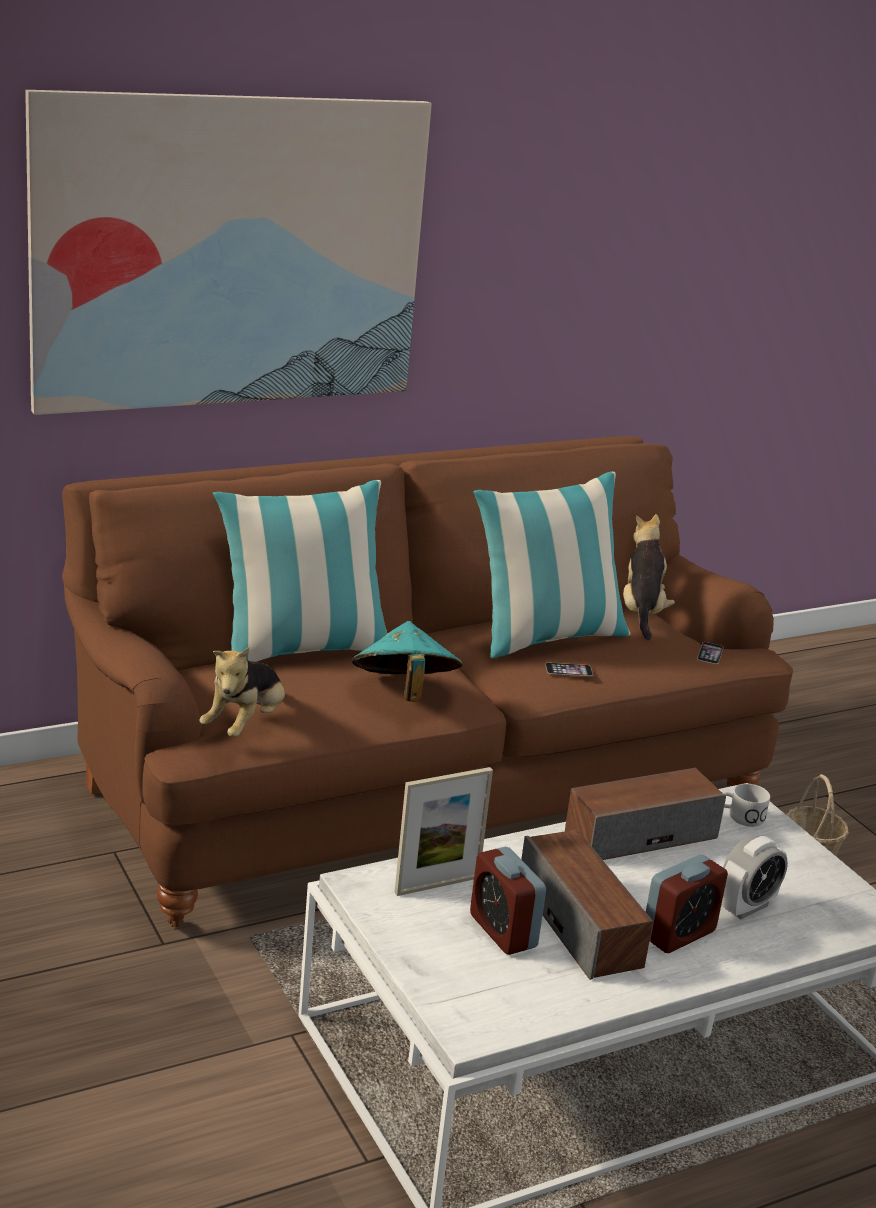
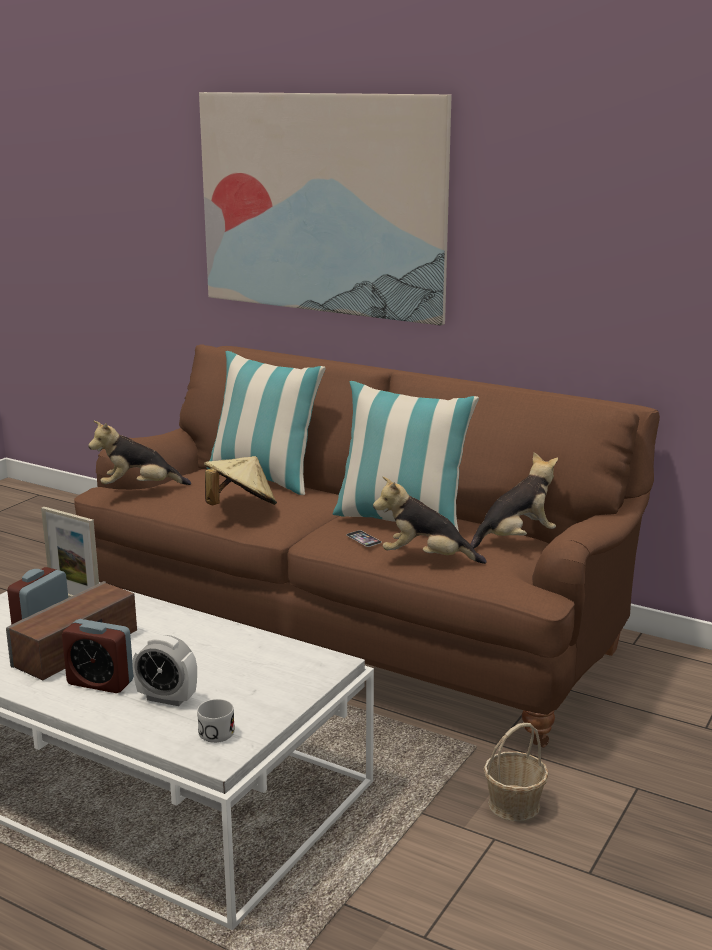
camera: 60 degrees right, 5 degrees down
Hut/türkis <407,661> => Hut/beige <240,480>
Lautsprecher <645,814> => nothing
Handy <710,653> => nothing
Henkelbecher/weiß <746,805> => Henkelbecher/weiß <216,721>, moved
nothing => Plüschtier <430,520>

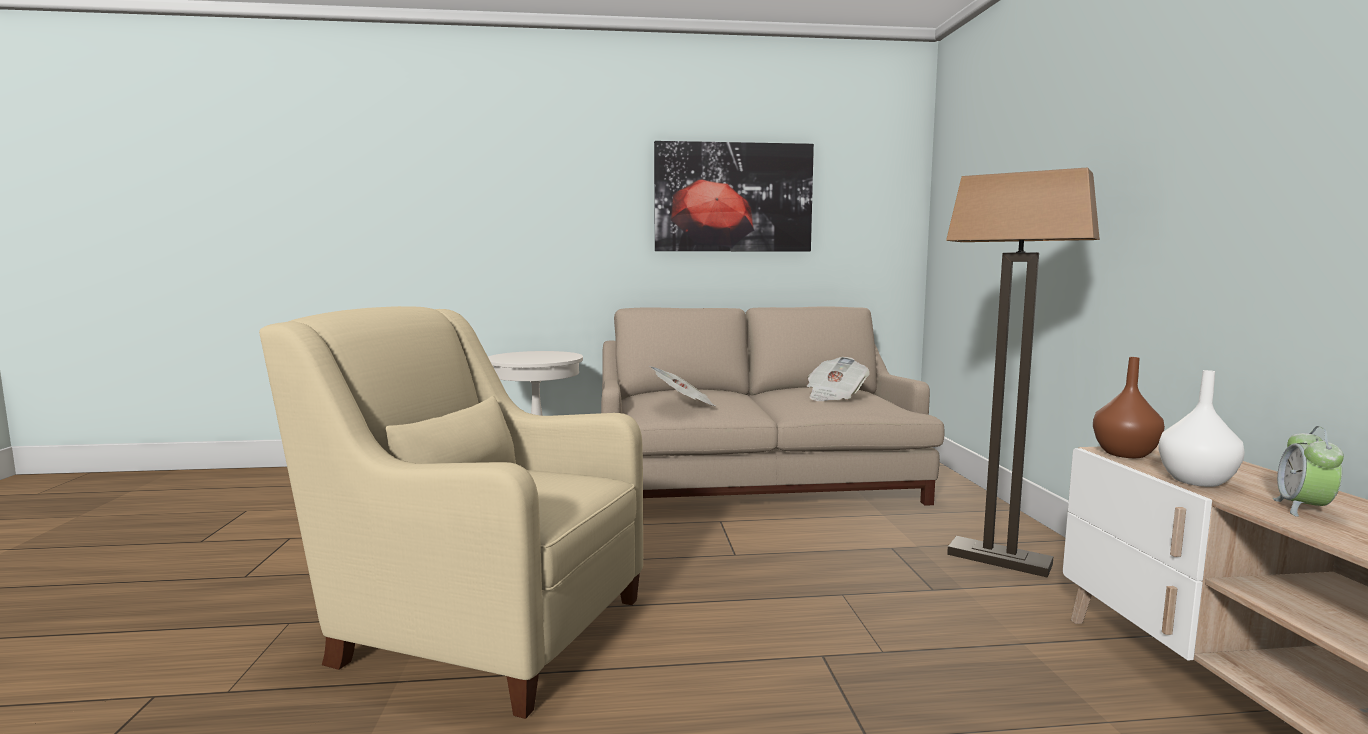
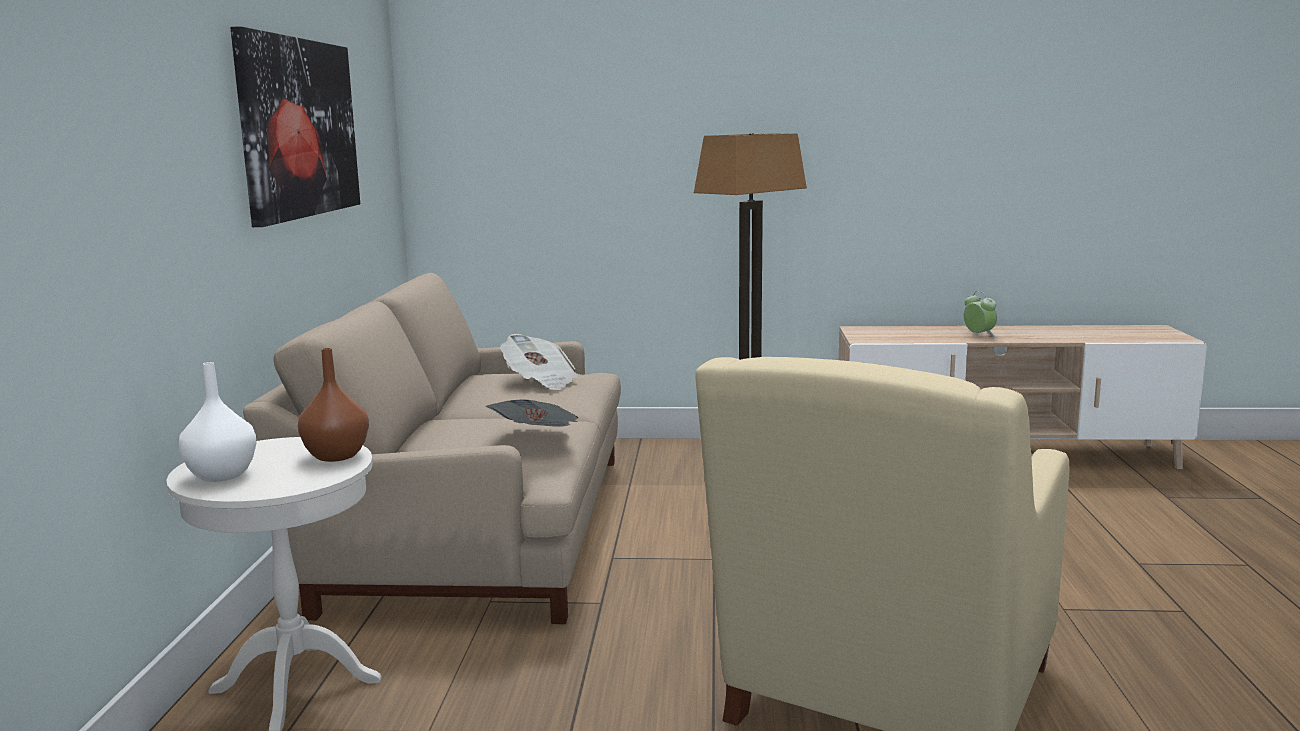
camera: 80 degrees left, 5 degrees up
Vase/braun <1129,407> => Vase/braun <333,405>, moved
Vase/weiß <1201,428> => Vase/weiß <217,422>, moved
Wecker <1308,471> => Wecker <980,314>, 150 degrees counterclockwise

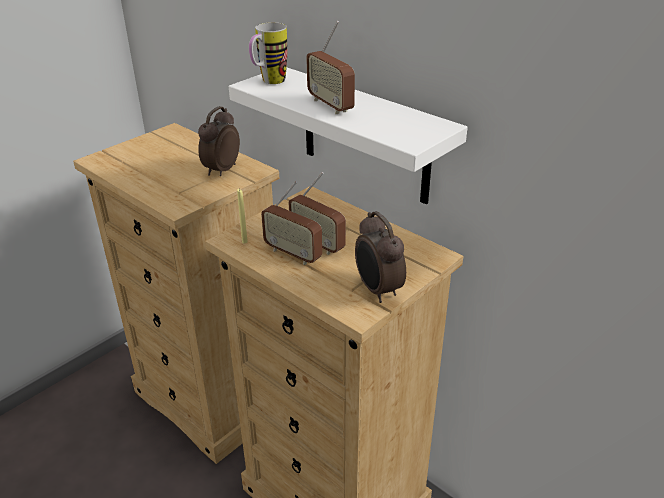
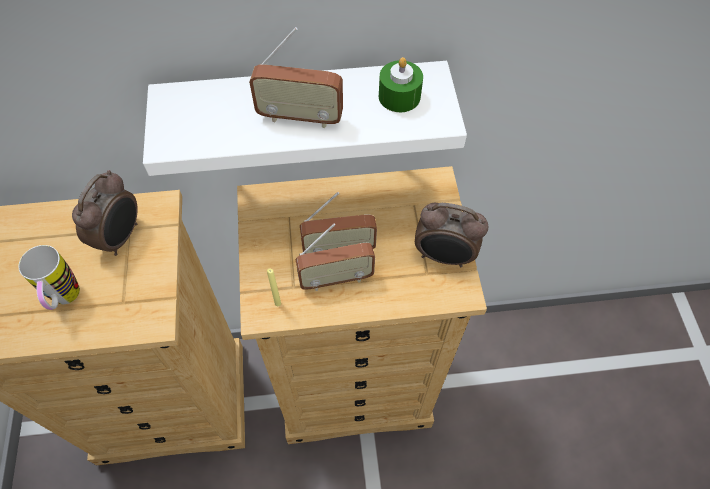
camera: 50 degrees left, 25 degrees up
Wecker <219,141> => Wecker <105,213>, 135 degrees counterclockwise
Henkelbecher <268,53> => Henkelbecher <49,277>, moved
nothing => Kerze/grün <401,84>

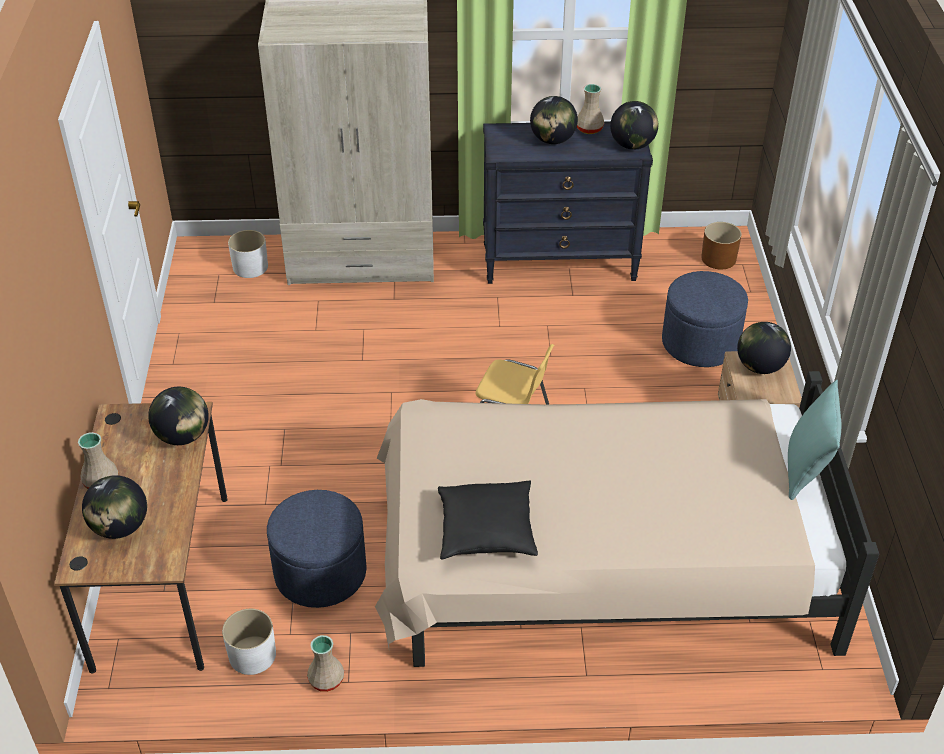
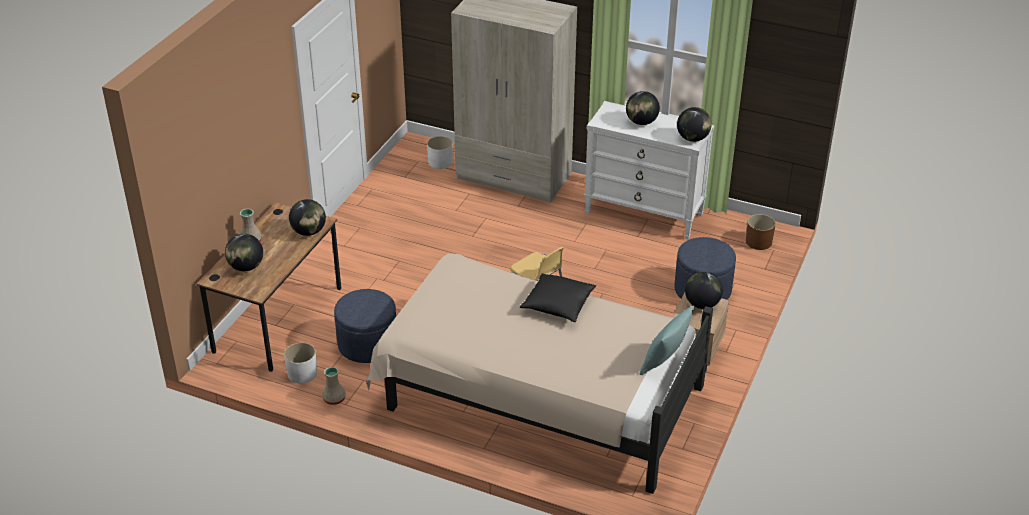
camera: 25 degrees right, 5 degrees down
Kissen/schwarz <488,520> => Kissen/schwarz <558,297>, moved
Kommode/schwarz <568,202> => Kommode/weiß <649,170>
Vase/beige <590,109> => nothing

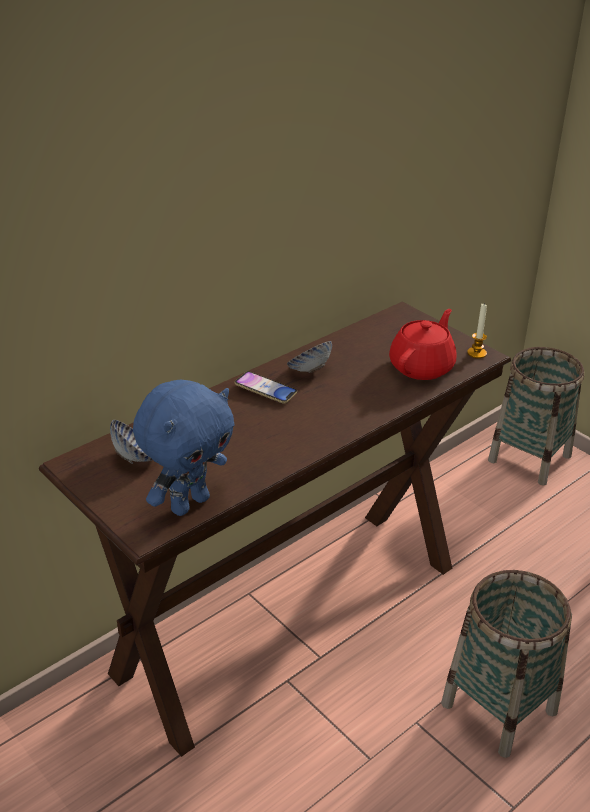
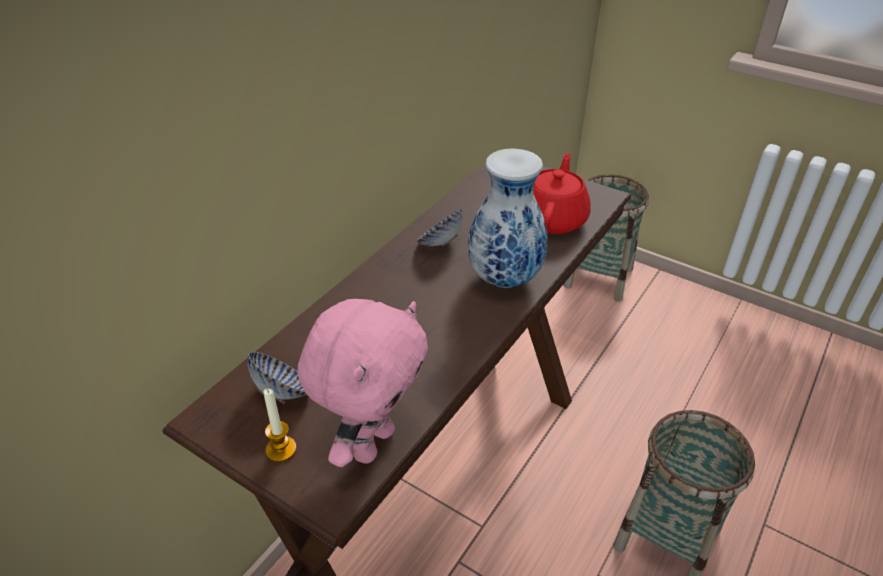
camera: 15 degrees left, 5 degrees up
Plüschtier/blau <184,447> => Plüschtier/rosa <362,383>
Handy <265,387> => nothing
Kerze <477,331> => Kerze <279,425>, moved
nothing => Vase <508,218>

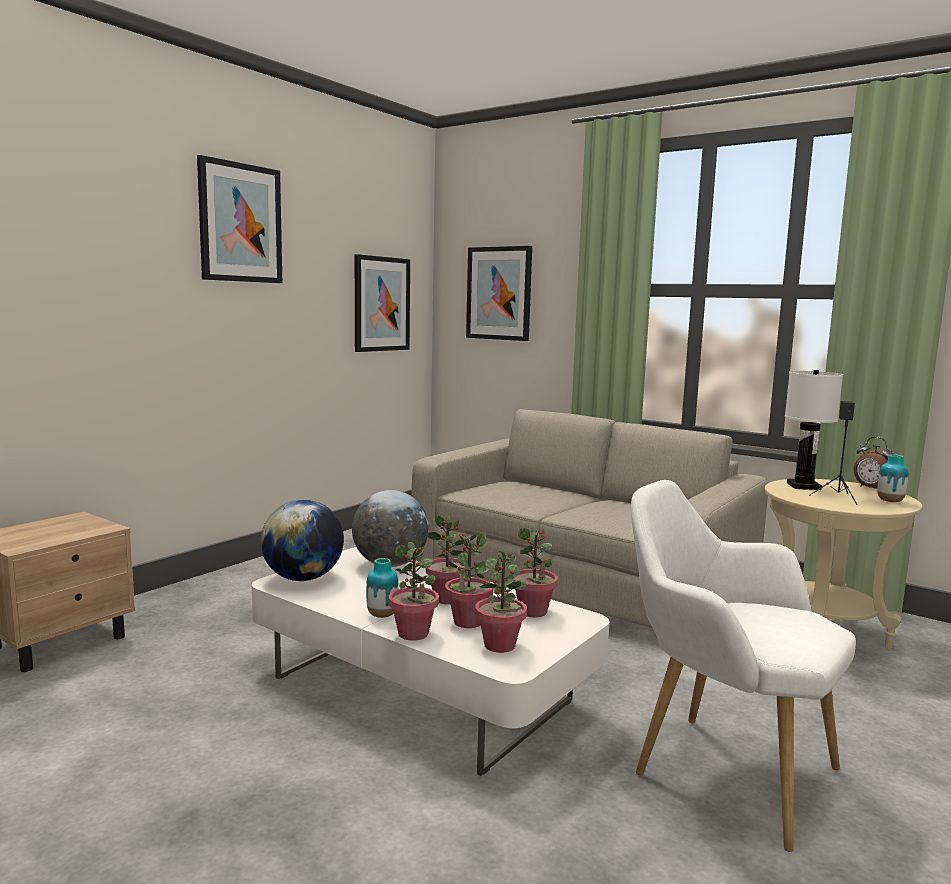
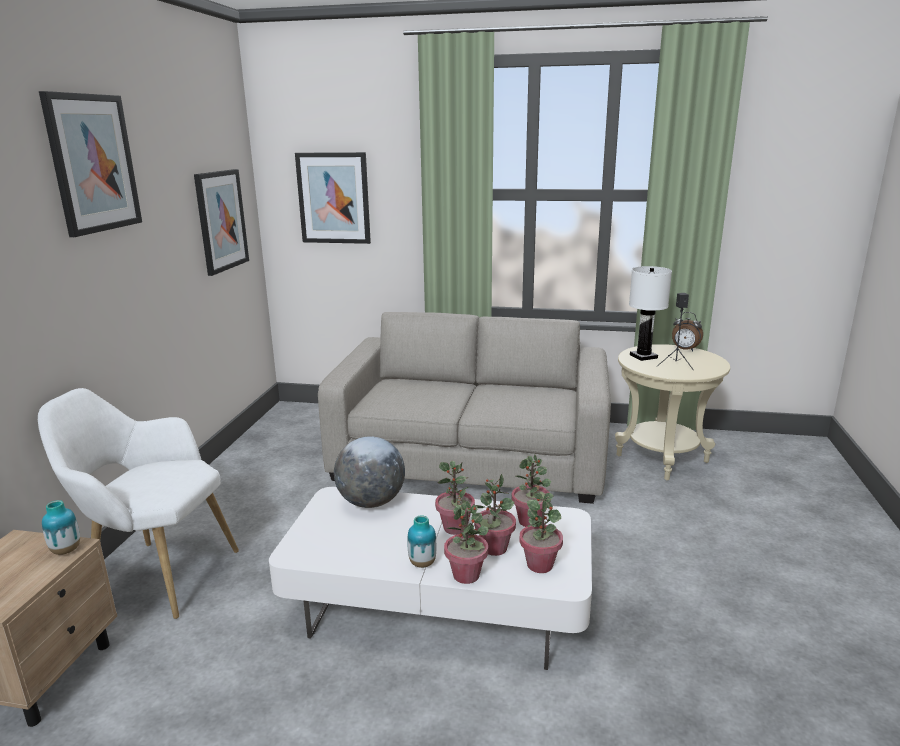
camera: 25 degrees left, 10 degrees up
Globus <302,540> => nothing
Sessel/weiß <743,666> => Sessel/weiß <138,503>, moved
Vase <893,478> => Vase <61,527>, moved

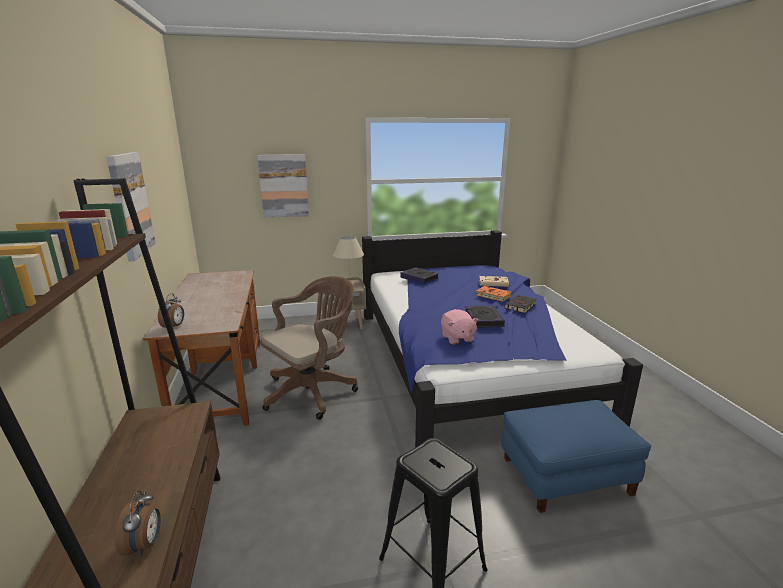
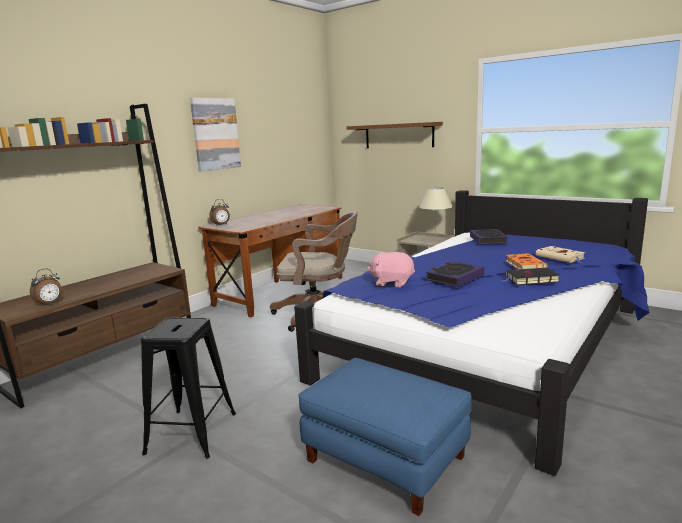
camera: 50 degrees right, 5 degrees down
Bild <283,186> => Wandregal/braun <394,135>
Plüschtier/rosa <460,327> => Plüschtier/rosa <391,269>, 75 degrees clockwise

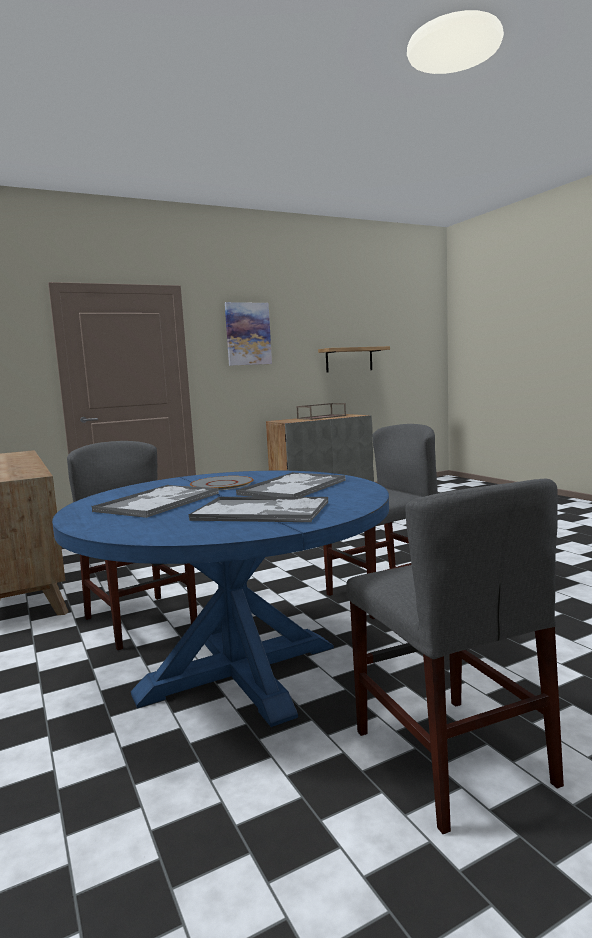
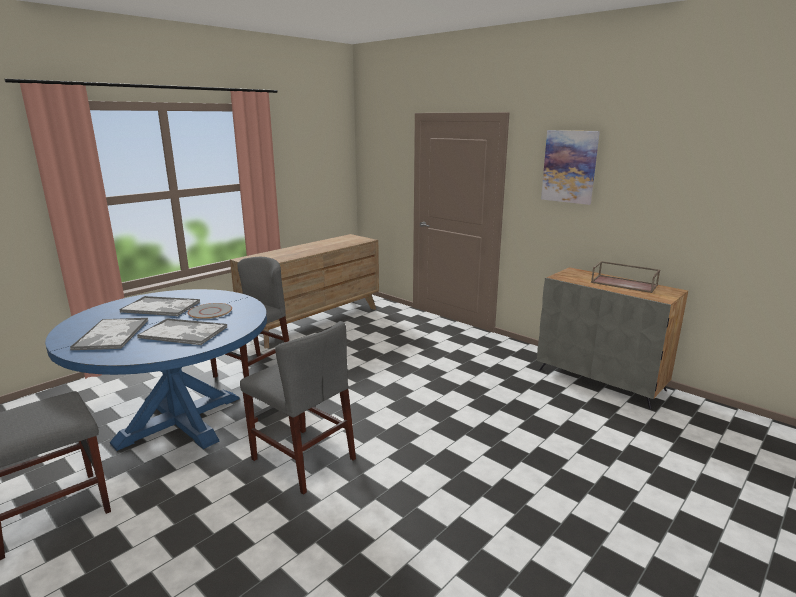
camera: 70 degrees right, 10 degrees up
Wandregal <354,359> => nothing

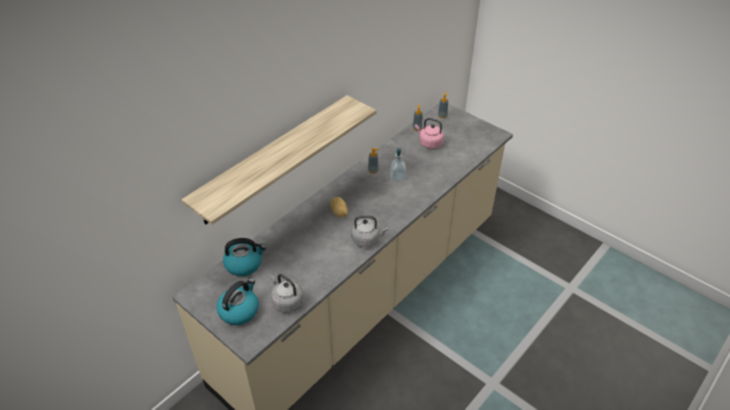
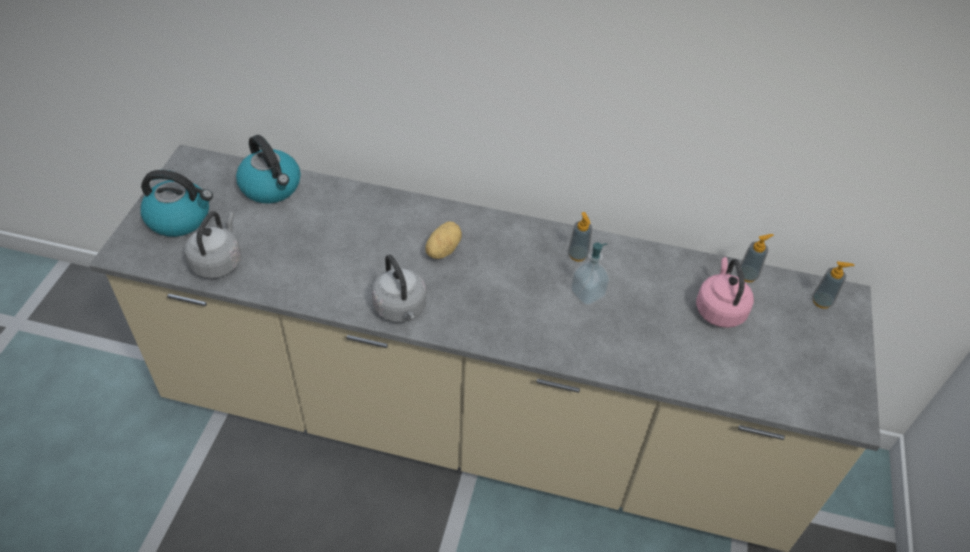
camera: 60 degrees right, 5 degrees up
Wandregal <279,160> => nothing

